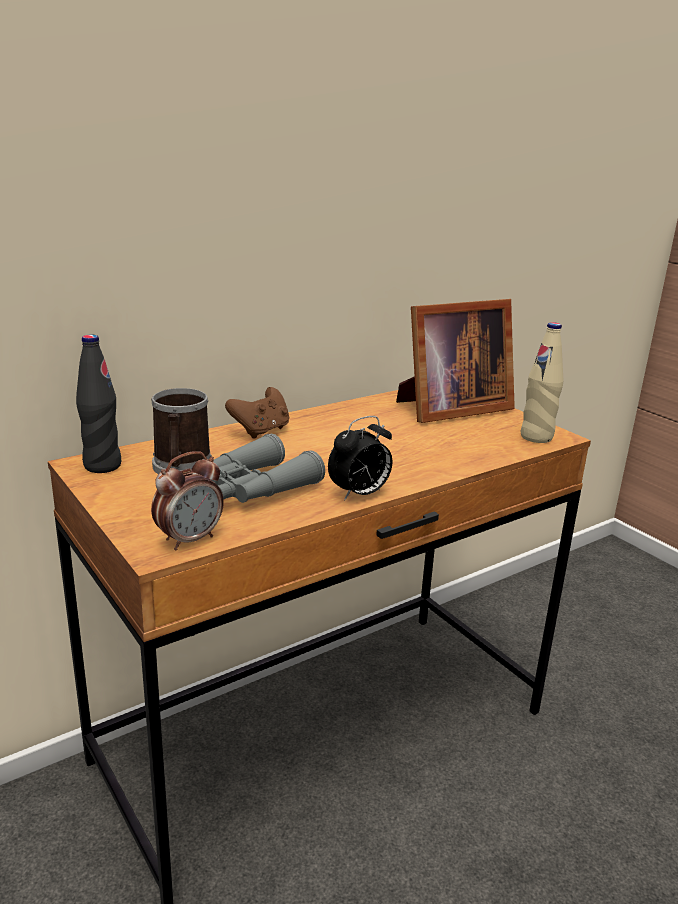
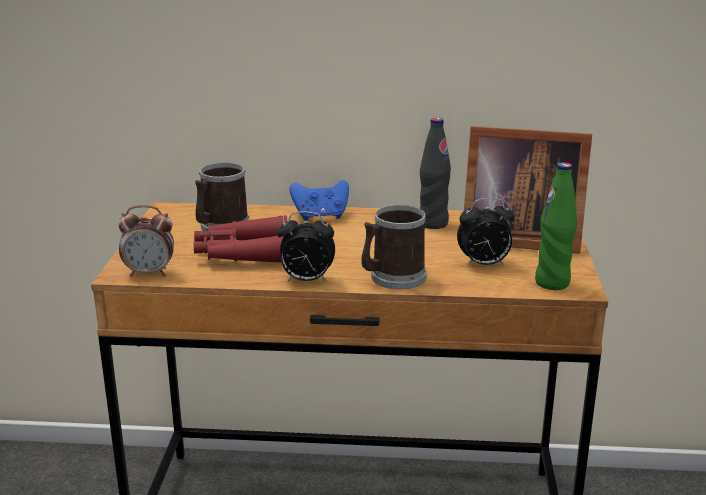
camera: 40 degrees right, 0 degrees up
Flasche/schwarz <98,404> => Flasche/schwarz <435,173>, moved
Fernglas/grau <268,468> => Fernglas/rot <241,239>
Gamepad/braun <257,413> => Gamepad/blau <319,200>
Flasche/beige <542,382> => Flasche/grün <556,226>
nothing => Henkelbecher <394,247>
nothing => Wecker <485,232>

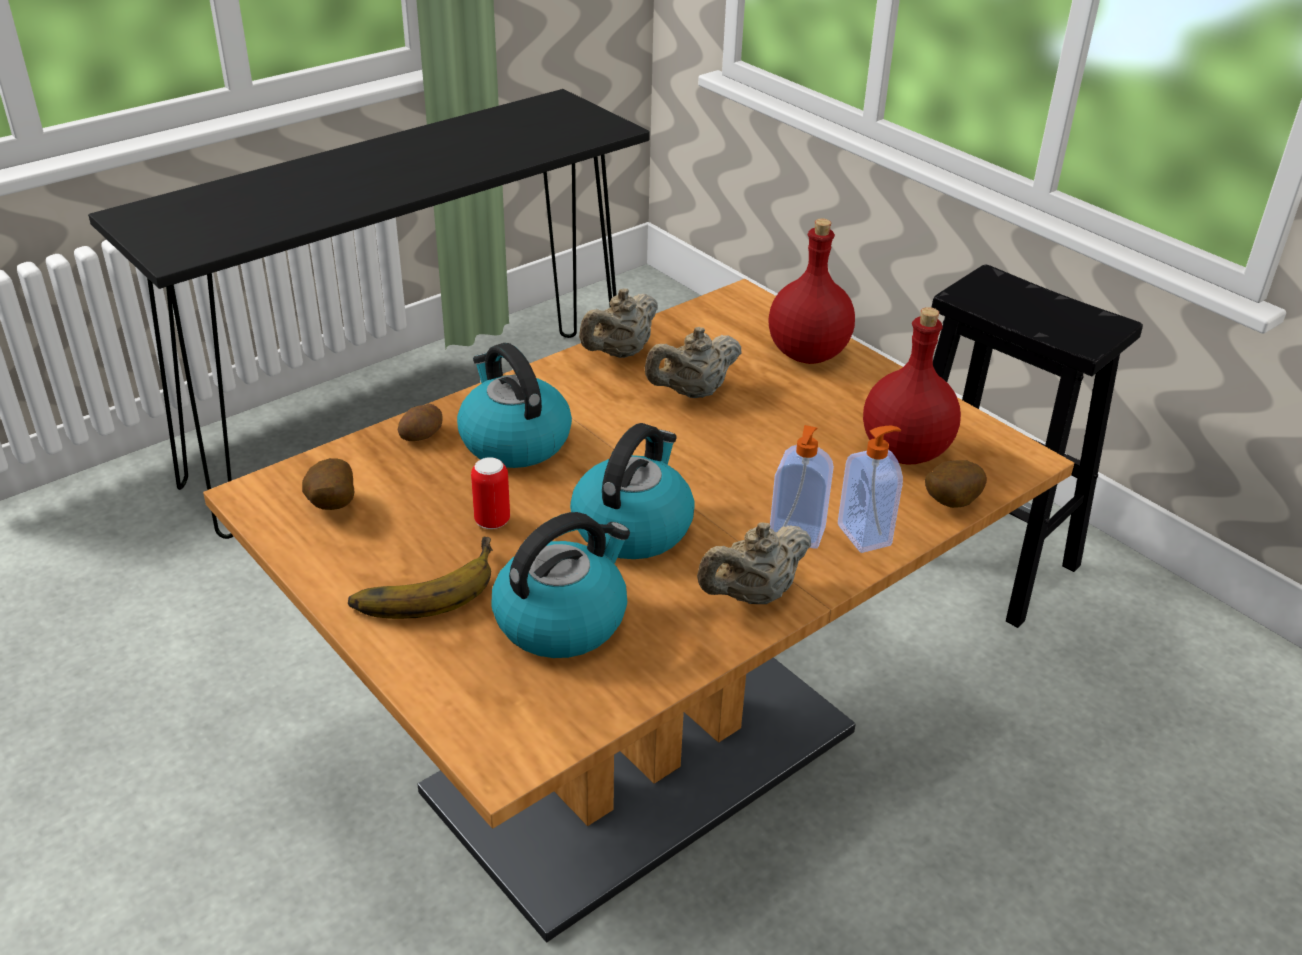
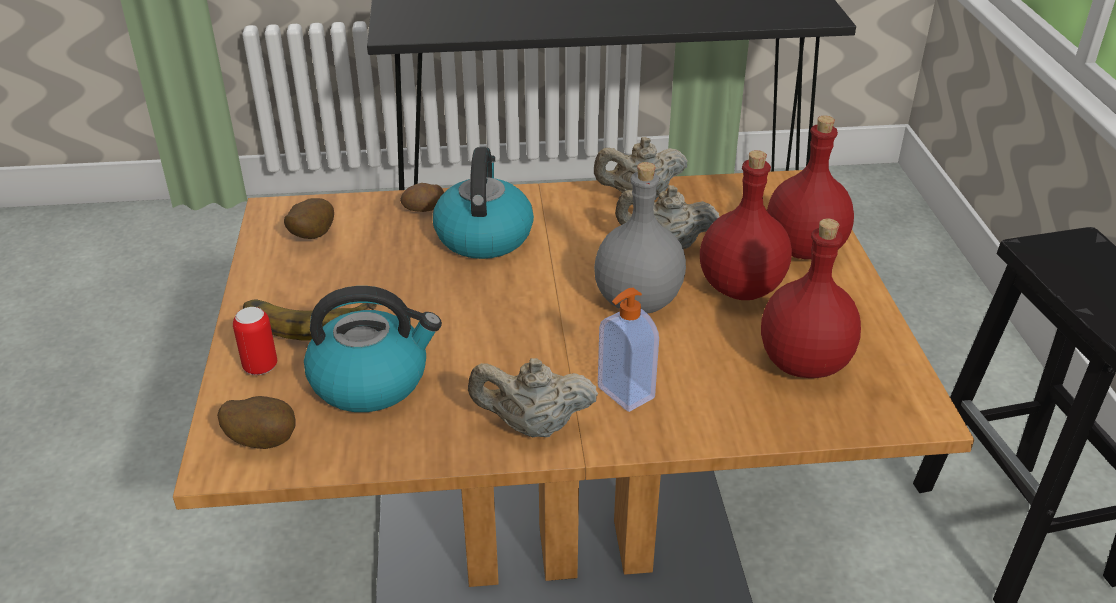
camera: 35 degrees right, 0 degrees up
Dose <490,493> => Dose <255,341>, moved
Wasserkessel <632,491> => nothing
Seifenspender <870,489> => nothing
Kartoffel <956,484> => Kartoffel <256,422>, moved
nothing => Flasche/grau <640,238>
nothing => Flasche/rot <746,225>

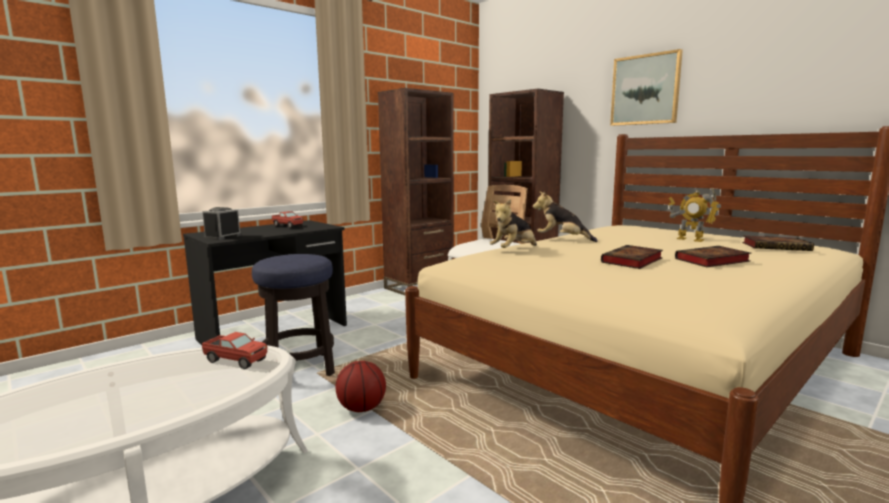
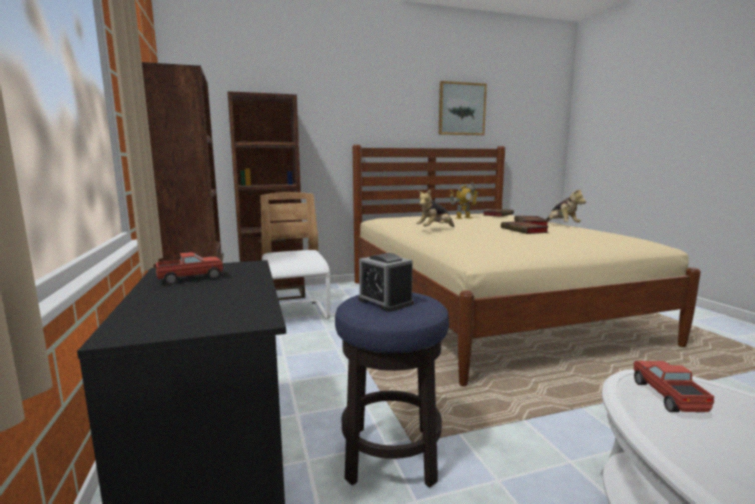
camera: 65 degrees left, 0 degrees up
Wecker <222,223> => Wecker <386,282>, moved
Spielzeuglaster <234,350> => Spielzeuglaster <673,386>, 45 degrees counterclockwise
Basketball <360,386> => nothing
Plüschtier <513,223> => Plüschtier <565,205>, moved
Bild <646,87> => Bild <463,108>, moved

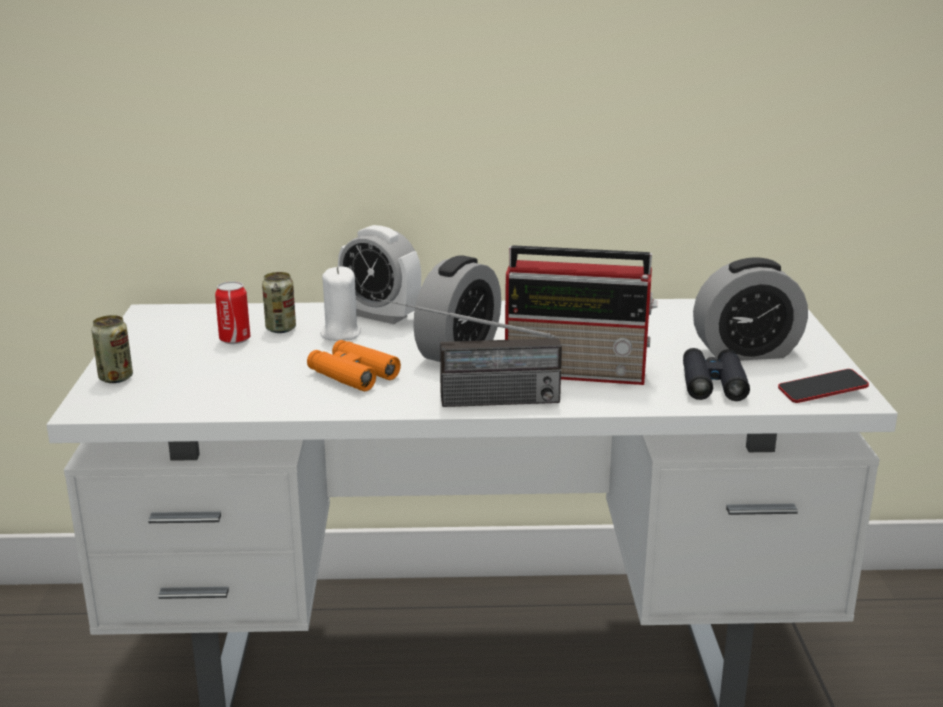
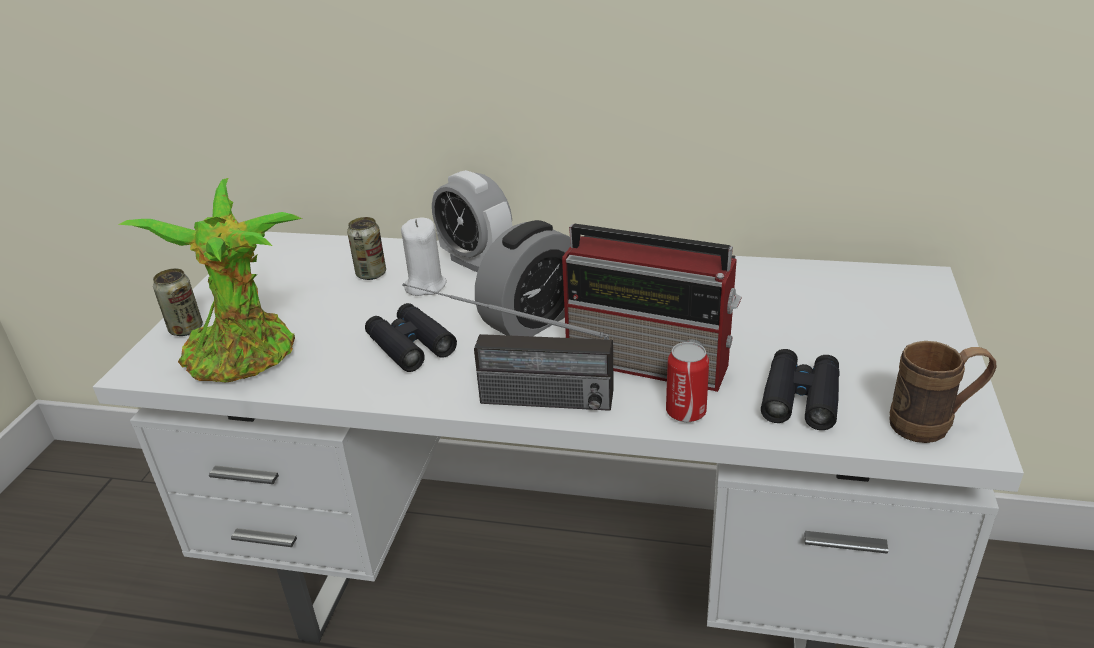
camera: 15 degrees right, 10 degrees up
Dose <232,312> => Dose <687,382>, moved
Fernglas/orange <354,365> => Fernglas/schwarz <411,337>
Wecker <750,309> => nothing
Handy <823,386> => Henkelbecher/braun <942,392>
nothing => Topfpflanze <210,280>

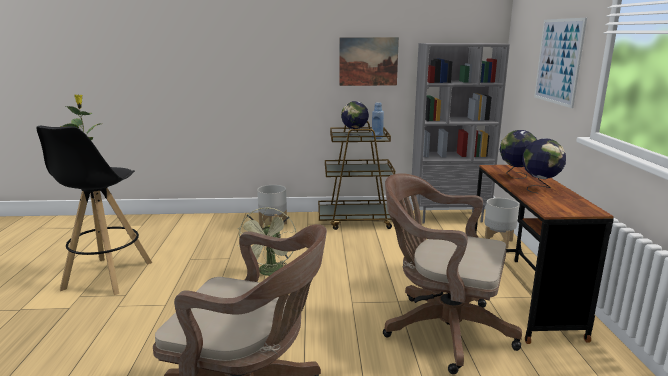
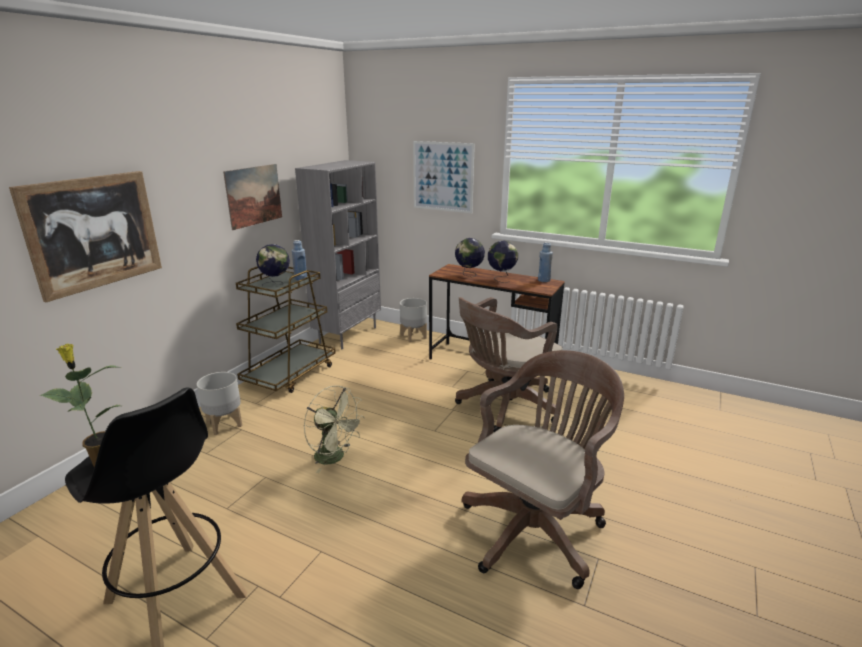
camera: 60 degrees left, 5 degrees up
nothing => Bild <85,236>
nothing => Flasche/blau <545,262>

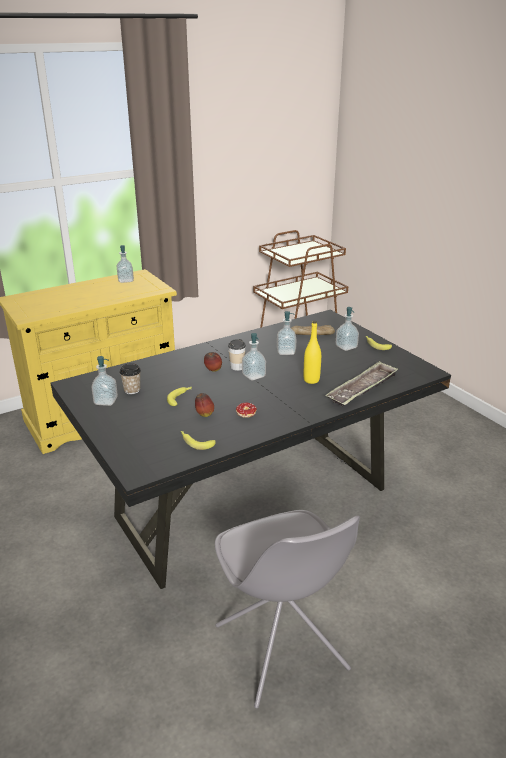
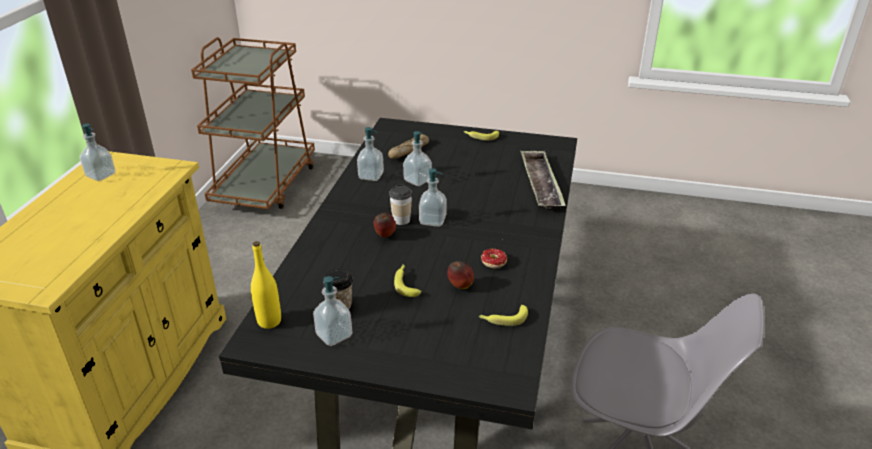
camera: 45 degrees left, 5 degrees up
Flasche/gelb <312,352> => Flasche/gelb <266,285>, moved
Seifenspender <347,329> => Seifenspender <370,154>, moved

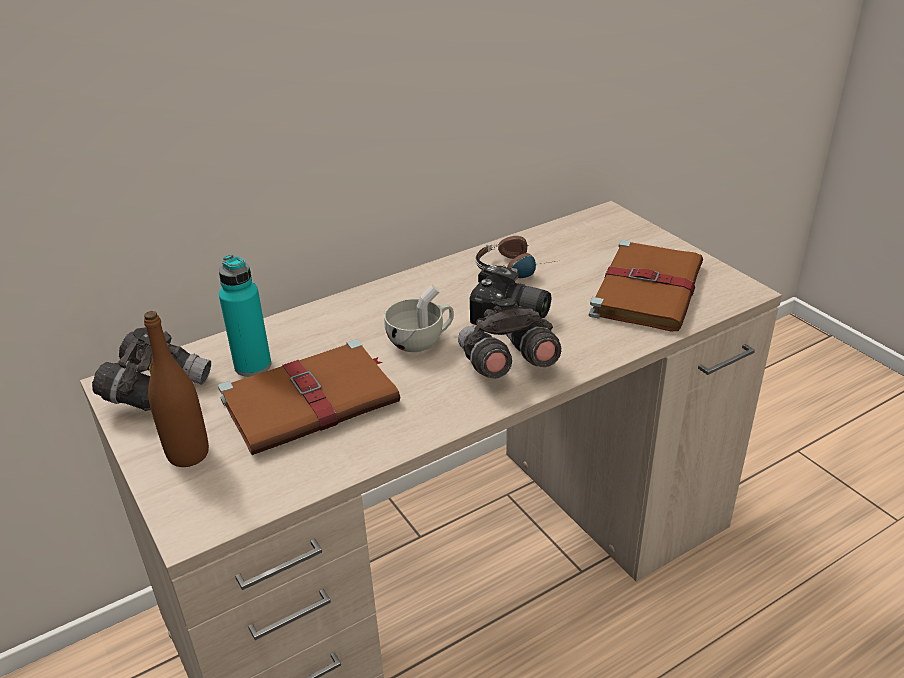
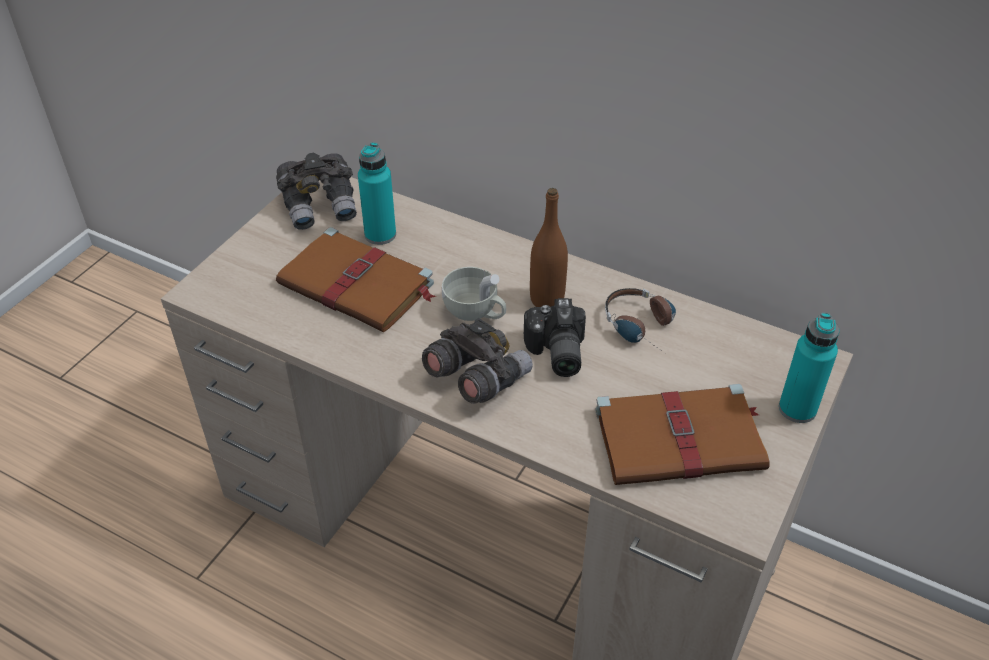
camera: 60 degrees right, 10 degrees up
Flasche/braun <176,389> => Flasche/braun <549,247>, moved
nothing => Flasche/türkis <809,368>

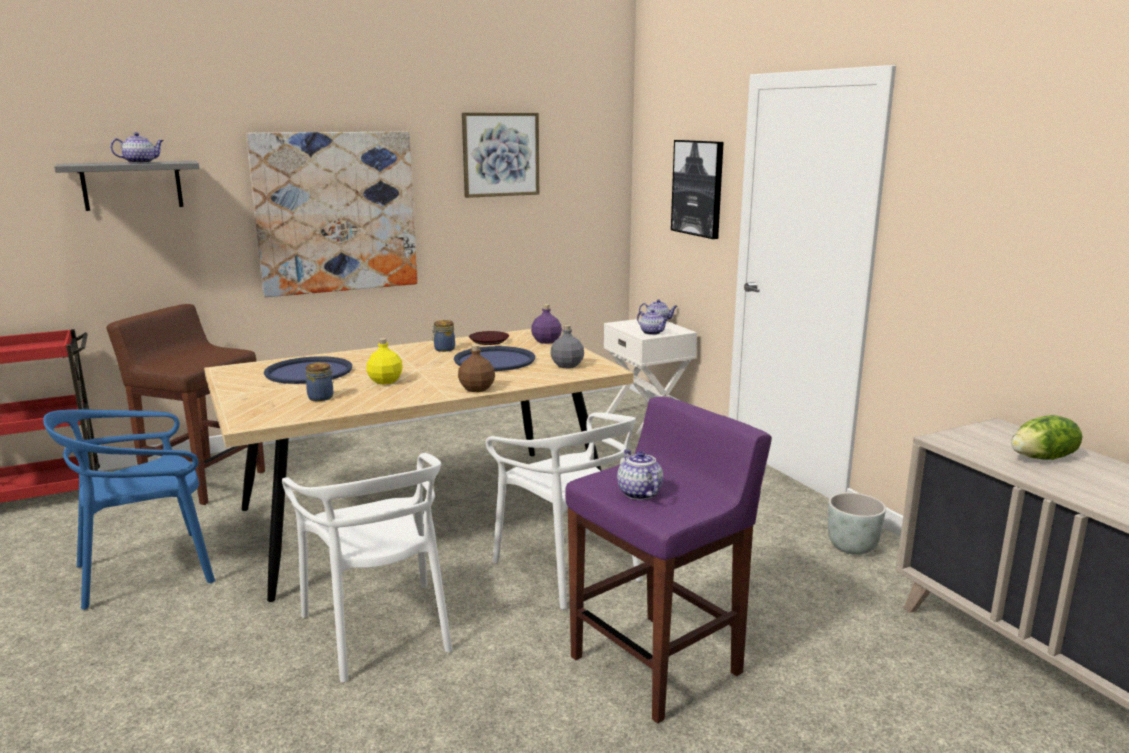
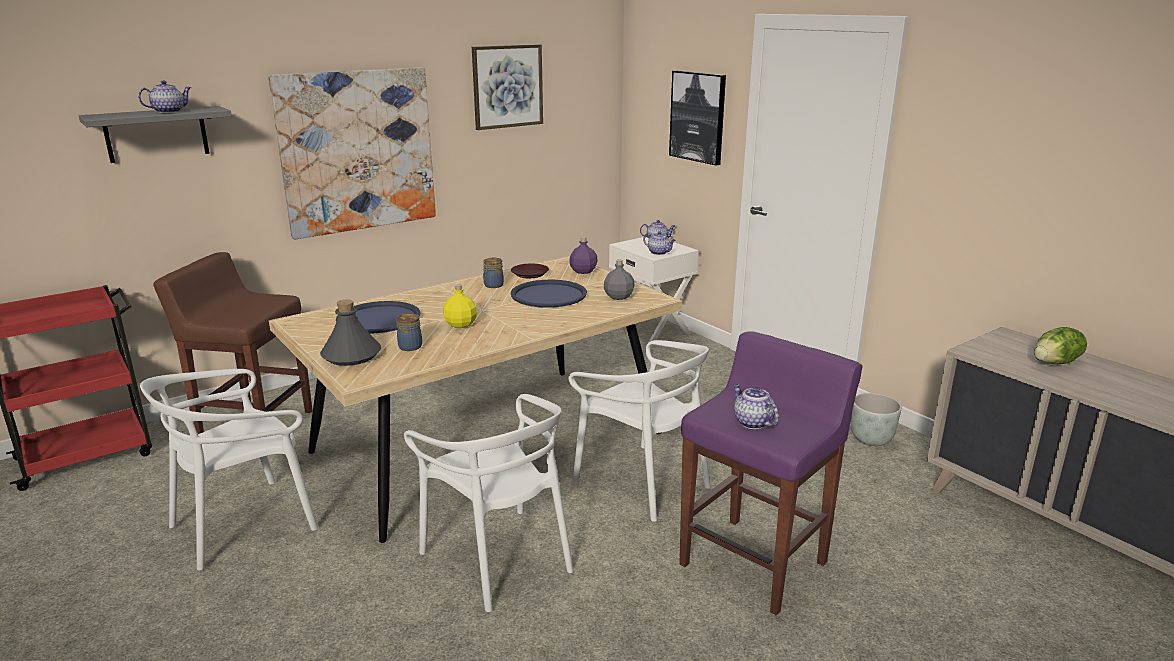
camera: 10 degrees left, 5 degrees up
Stuhl/blau <129,509> => Stuhl/weiß <229,469>
Flasche/braun <476,368> => nothing
nothing => Flasche/grau <350,332>

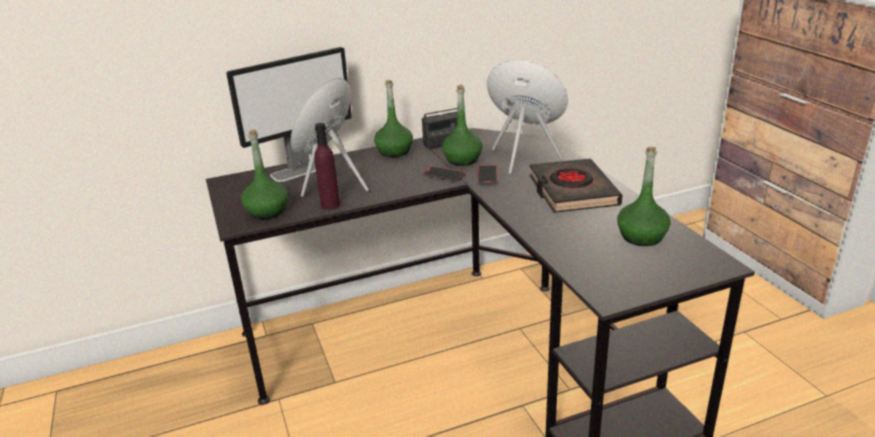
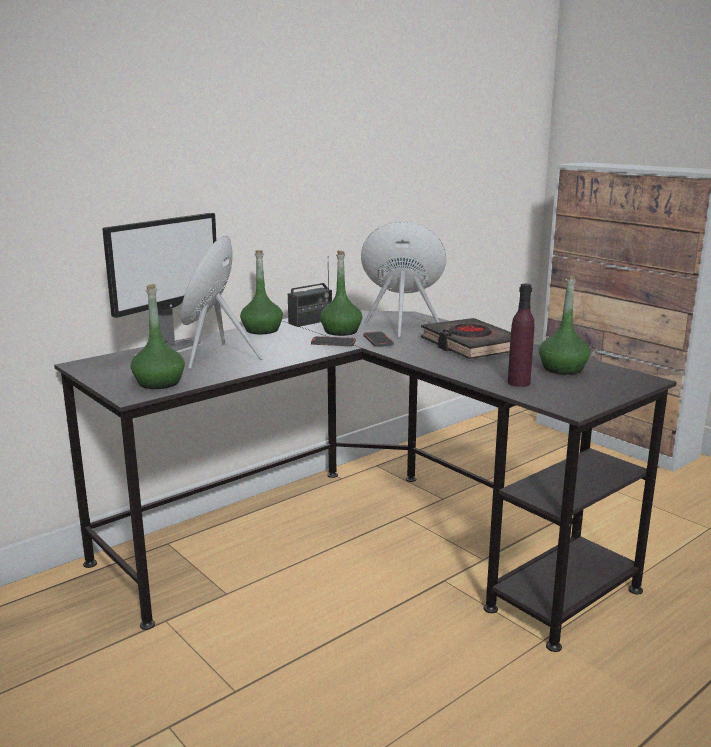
camera: 20 degrees left, 10 degrees down
Flasche/lila <327,166> => Flasche/lila <521,335>, moved

